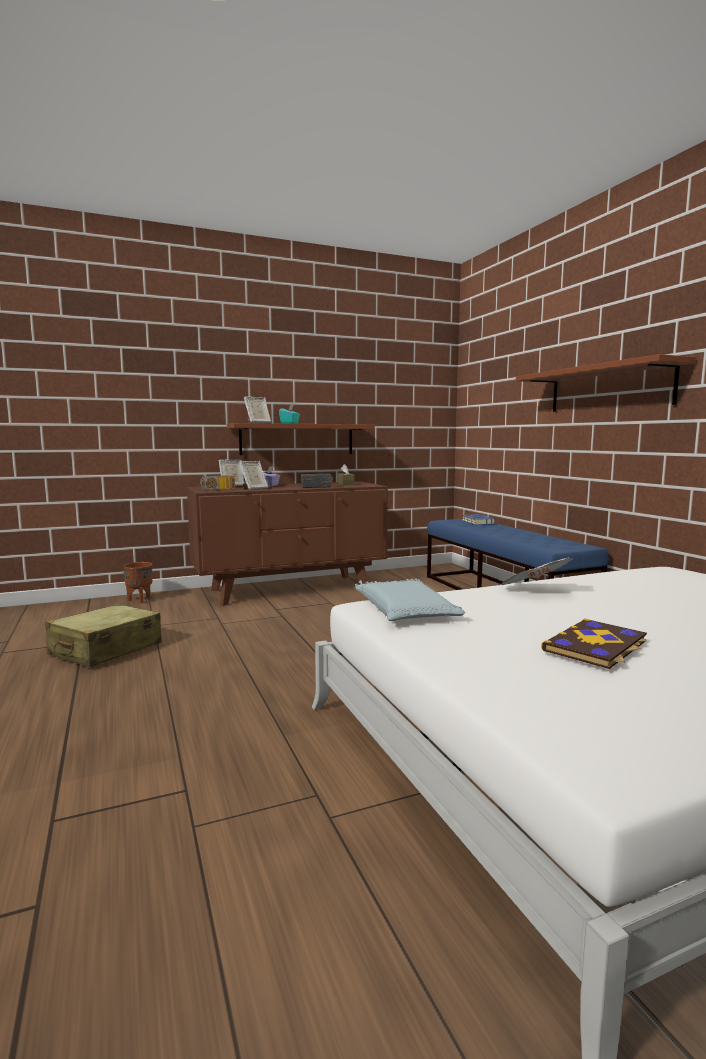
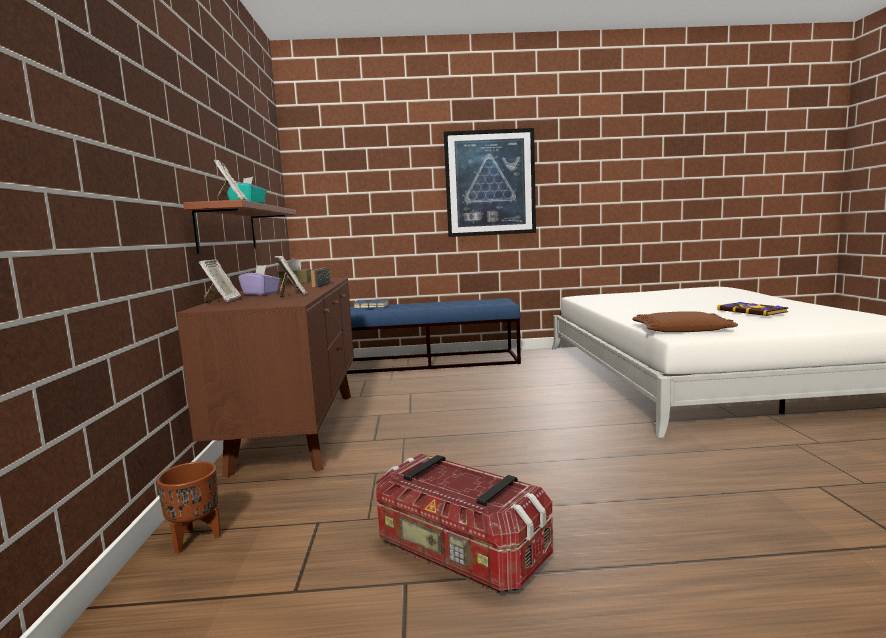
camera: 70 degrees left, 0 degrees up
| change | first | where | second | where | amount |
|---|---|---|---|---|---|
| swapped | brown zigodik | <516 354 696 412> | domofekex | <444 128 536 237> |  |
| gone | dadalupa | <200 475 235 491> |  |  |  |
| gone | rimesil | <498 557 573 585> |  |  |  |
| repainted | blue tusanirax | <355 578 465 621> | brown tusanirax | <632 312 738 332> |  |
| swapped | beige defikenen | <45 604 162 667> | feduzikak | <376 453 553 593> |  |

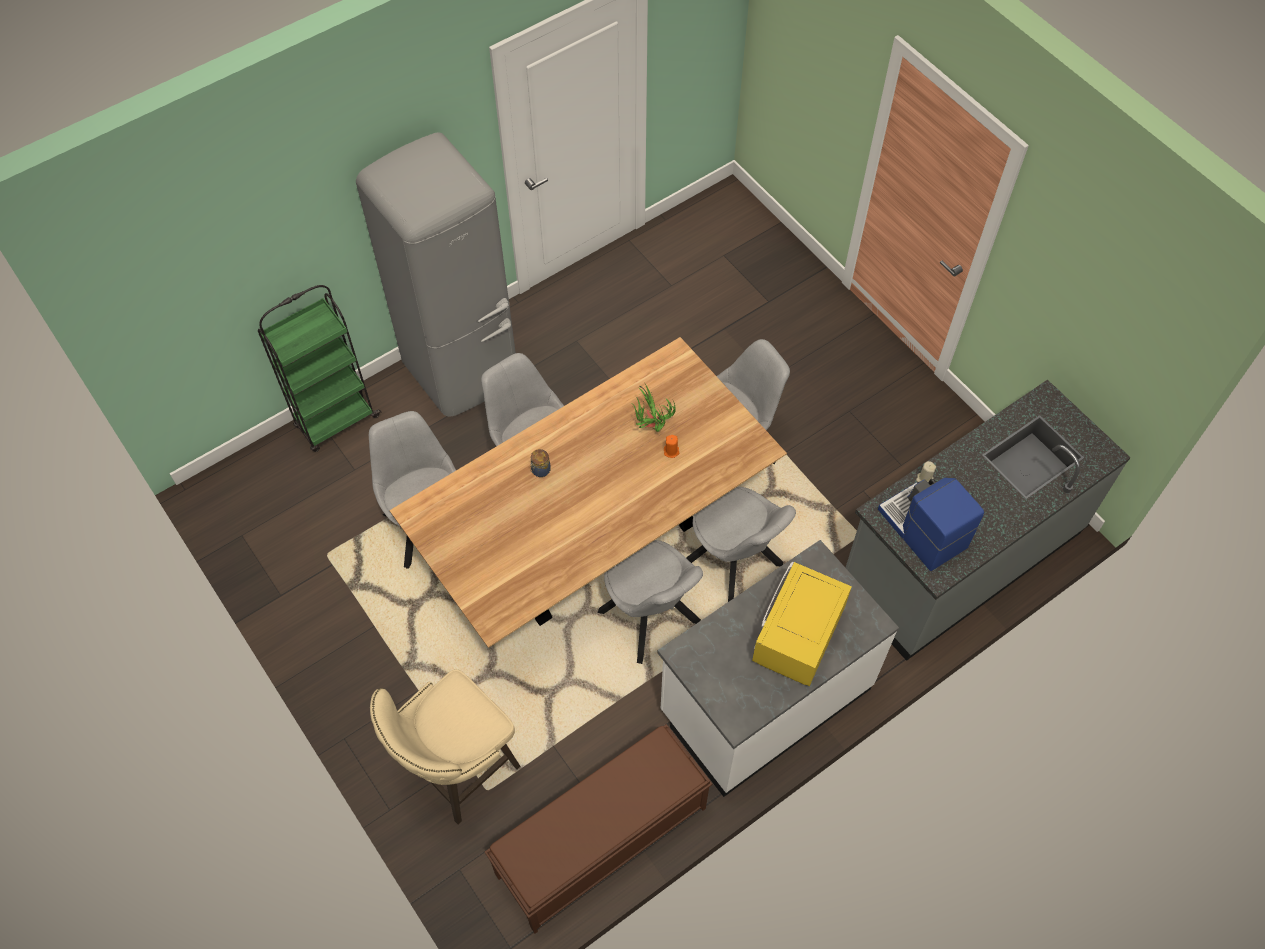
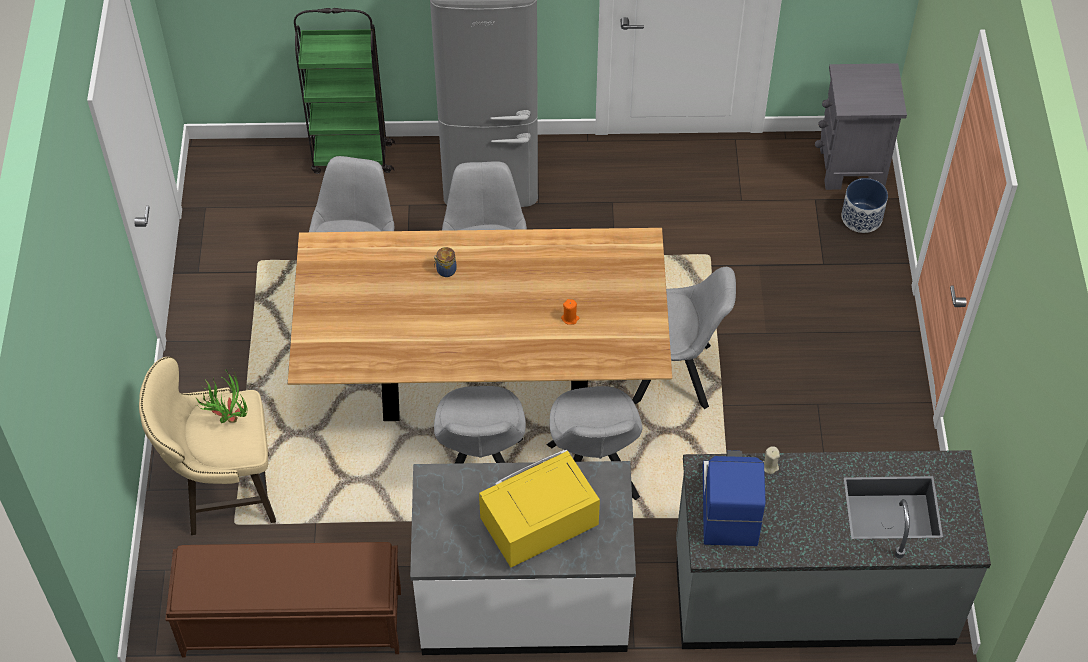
camera: 35 degrees right, 5 degrees down
| change | first | where | second | where | amount |
|---|---|---|---|---|---|
| shifted | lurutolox | <630 384 676 432> |  | <195 369 248 423> |  |
| new |  |  | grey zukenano | <815 63 907 190> |  |
| new |  |  | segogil | <841 178 888 233> |  |

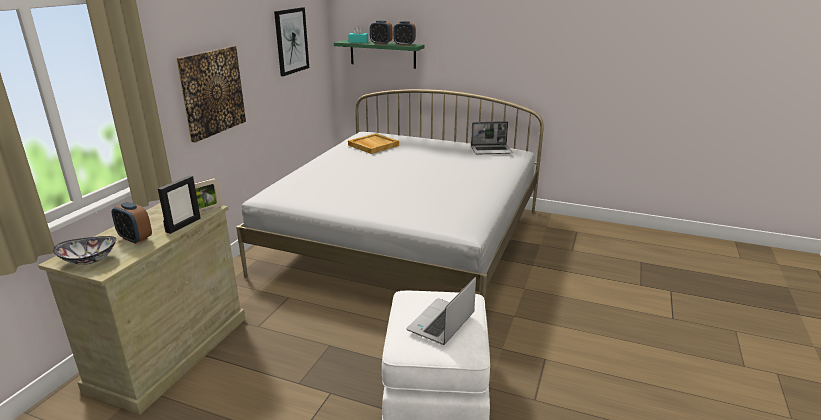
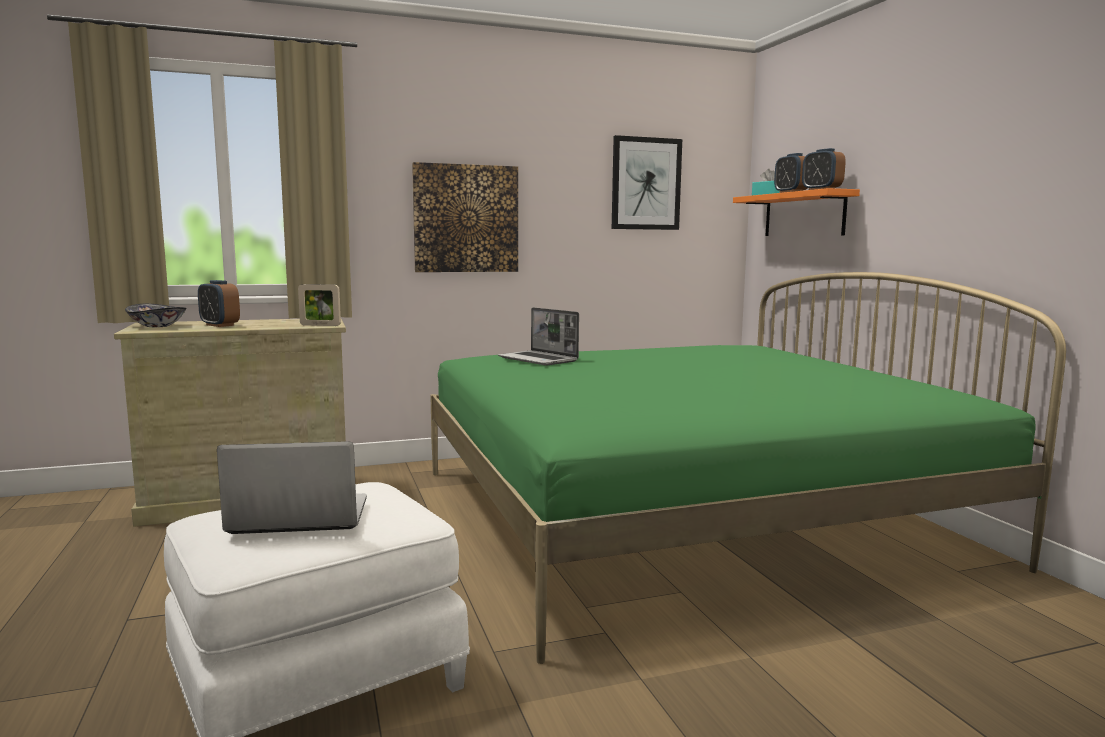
camera: 50 degrees right, 15 degrees down
| change | first | where | second | where | amount |
|---|---|---|---|---|---|
| repainted | green zigodik | <334 40 424 69> | orange zigodik | <733 188 860 236> |  |
| repainted | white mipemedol | <236 89 544 301> | green mipemedol | <430 272 1066 664> |  |
| shifted | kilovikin | <471 121 512 155> |  | <498 307 579 366> |  |
| gone | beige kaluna | <348 133 399 154> |  |  |  |
| gone | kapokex | <158 175 201 234> |  |  |  |
| rotated | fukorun | <112 202 152 244> |  | <198 280 240 327> | 45 degrees counterclockwise |

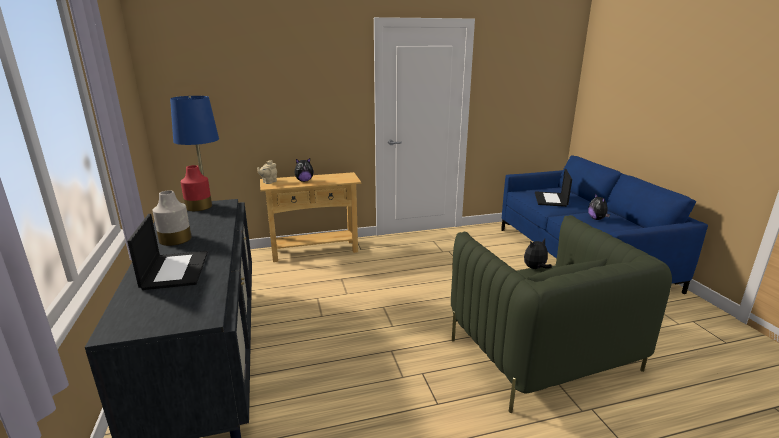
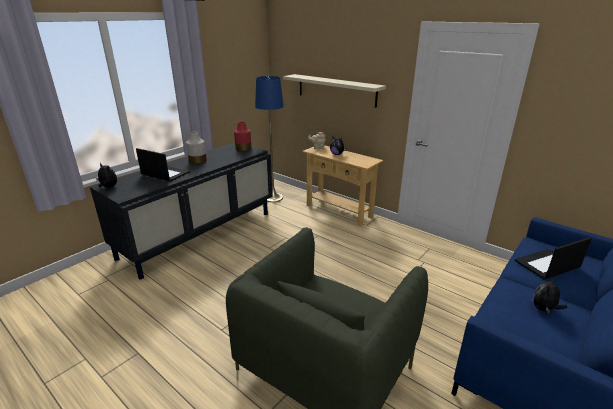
camera: 55 degrees right, 5 degrees up
| change | first | where | second | where | amount |
|---|---|---|---|---|---|
| rotated | kilovikin | <127 214 208 290> |  | <136 148 189 182> | 105 degrees counterclockwise |
| shifted | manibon | <524 239 552 269> |  | <96 163 117 188> |  |
| new |  |  | beige zigodik | <283 74 386 108> |  |

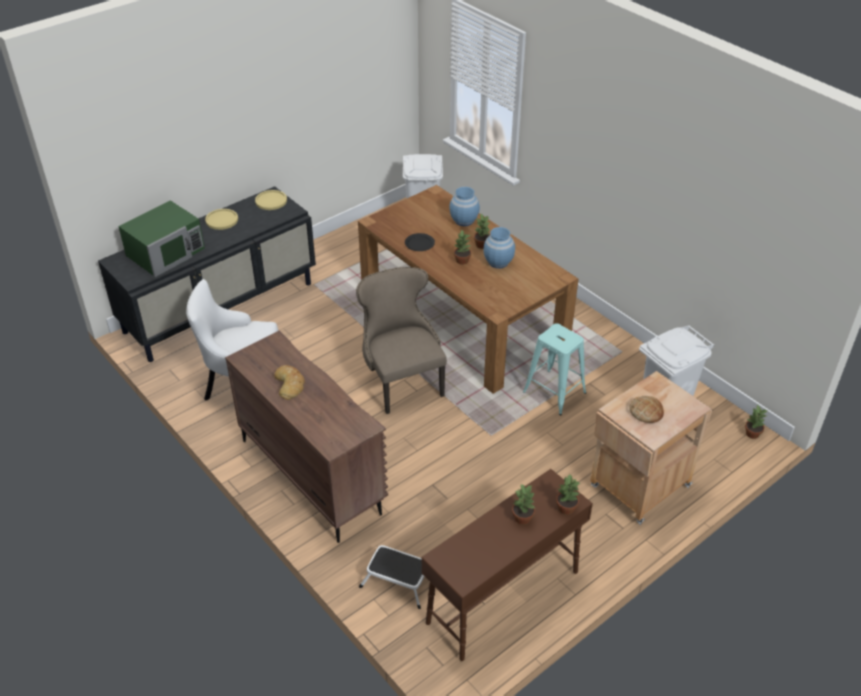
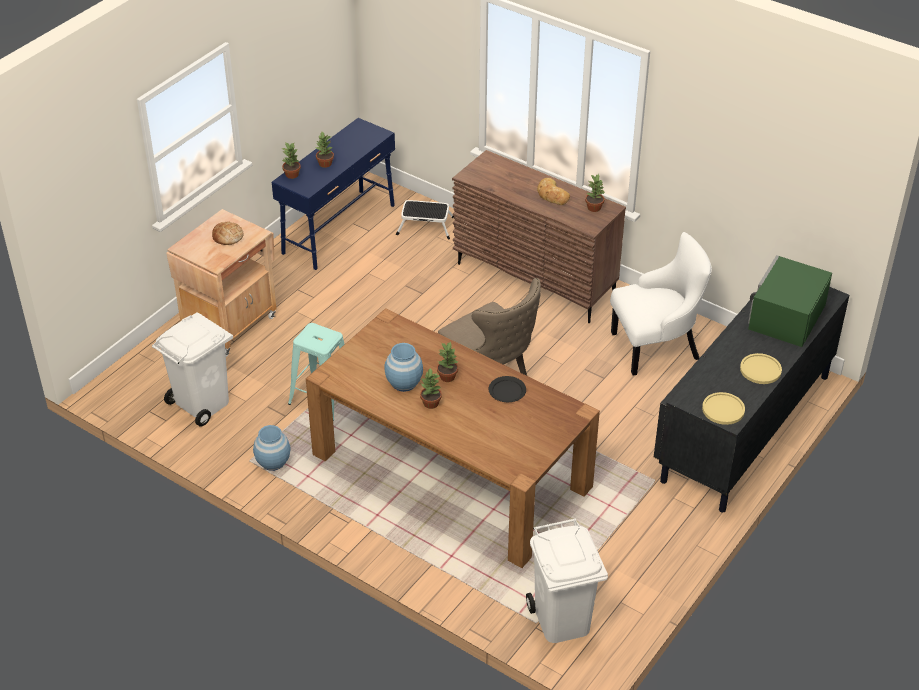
camera: 165 degrees right, 0 degrees up
| change | first | where | second | where | amount |
|---|---|---|---|---|---|
| shifted | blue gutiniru | <449 187 480 226> |  | <253 425 290 471> |  |
| shifted | lurutolox | <745 404 768 439> |  | <585 174 605 212> |  |
| repainted | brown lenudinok | <422 469 593 661> | blue lenudinok | <272 118 395 270> |  |

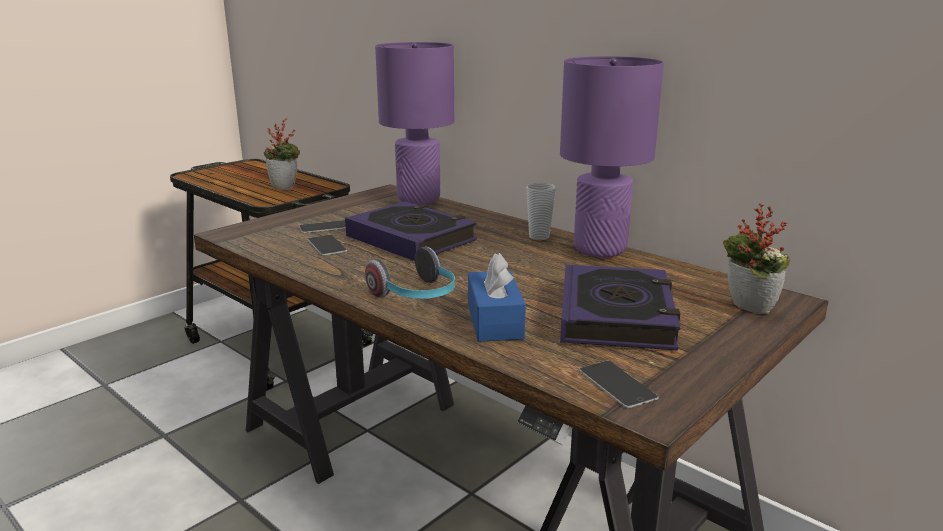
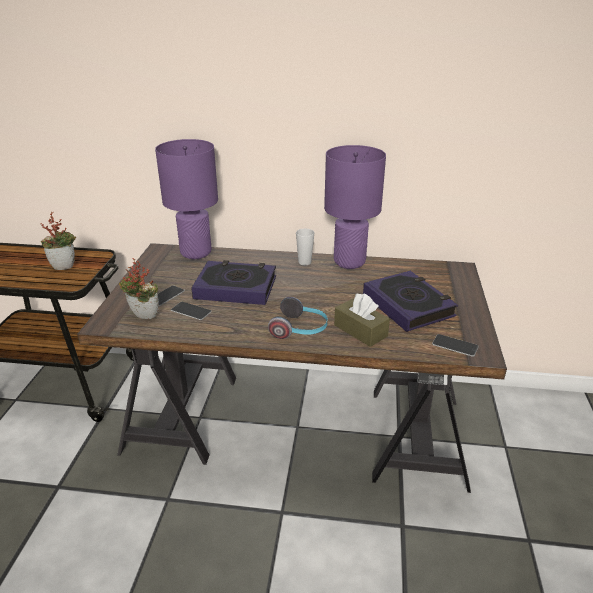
camera: 35 degrees left, 10 degrees up
| change | first | where | second | where | amount |
|---|---|---|---|---|---|
| shifted | lurutolox | <723 203 790 314> |  | <119 258 159 319> |  |
| repainted | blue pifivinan | <468 253 526 342> | brown pifivinan | <334 294 390 347> |  |

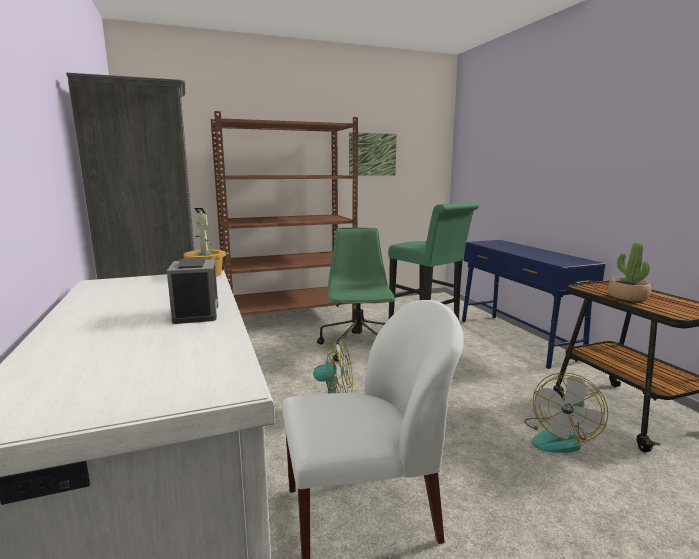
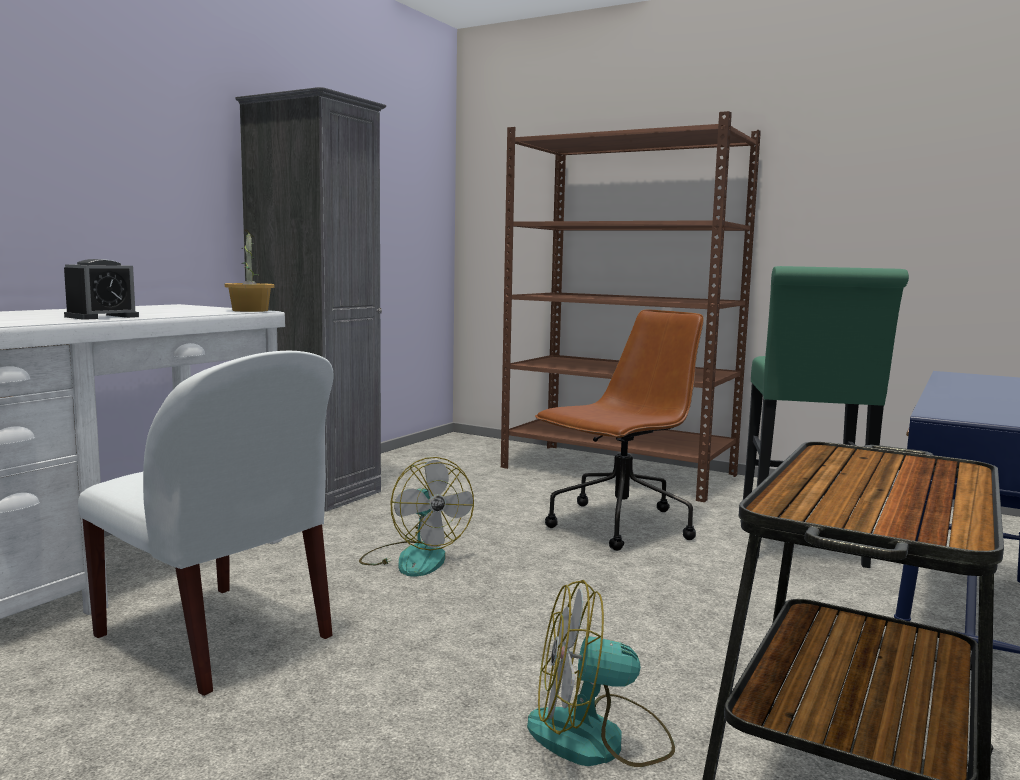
camera: 50 degrees right, 5 degrees down
| change | first | where | second | where | amount |
|---|---|---|---|---|---|
| gone | domofekex | <349 132 397 176> |  |  |  |
| repainted | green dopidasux | <317 228 395 362> | brown dopidasux | <535 309 704 551> |  |
| gone | lurutolox | <608 242 651 301> |  |  |  |

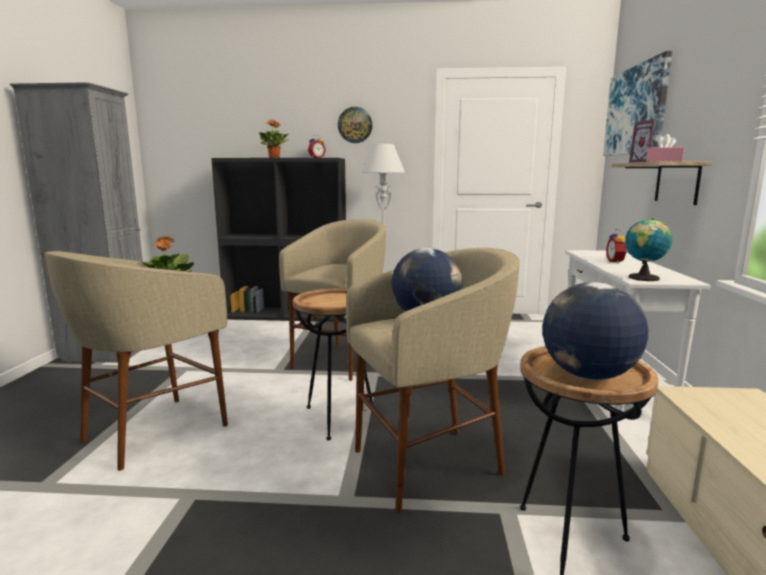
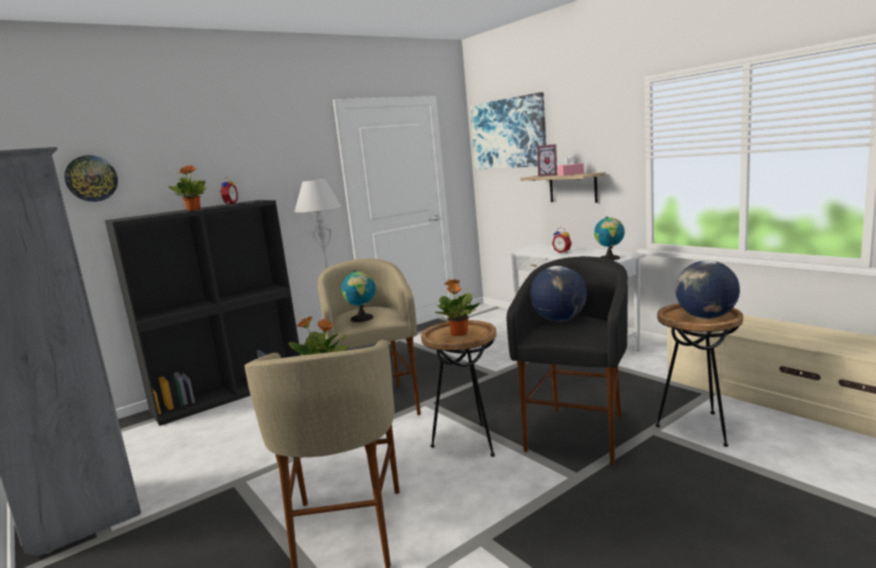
camera: 40 degrees left, 0 degrees up
| change | first | where | second | where | amount |
|---|---|---|---|---|---|
| shifted | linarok | <338 107 372 143> |  | <64 155 118 202> |  |
| repainted | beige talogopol | <346 248 520 513> | black talogopol | <507 256 628 465> |  |
| new |  |  | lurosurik | <341 270 376 322> |  |
| new |  |  | lurutolox | <435 279 480 336> |  |

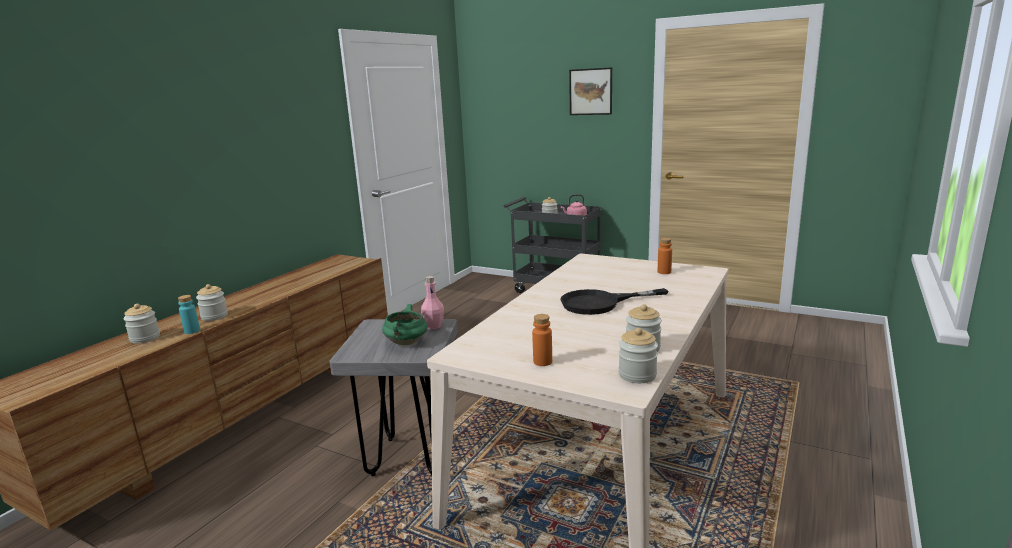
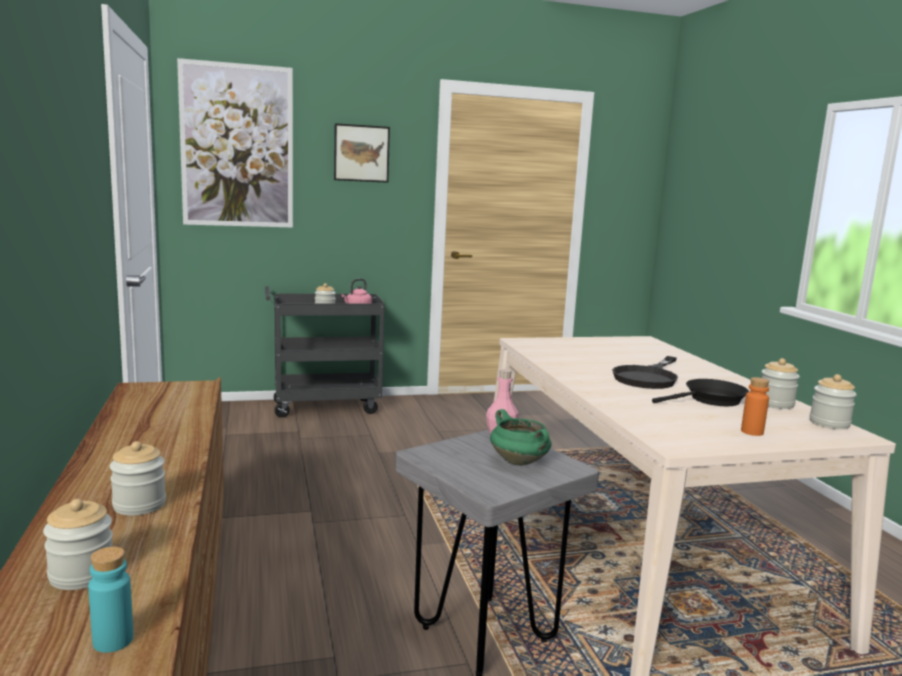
camera: 45 degrees left, 5 degrees down
| change | first | where | second | where | amount |
|---|---|---|---|---|---|
| gone | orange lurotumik | <658 238 672 274> |  |  |  |
| shifted | turquoise lurotumik | <178 295 200 334> |  | <88 547 133 653> |  |
| new |  |  | domofekex | <177 58 293 228> |  |
| new |  |  | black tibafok | <652 379 749 406> |  |

